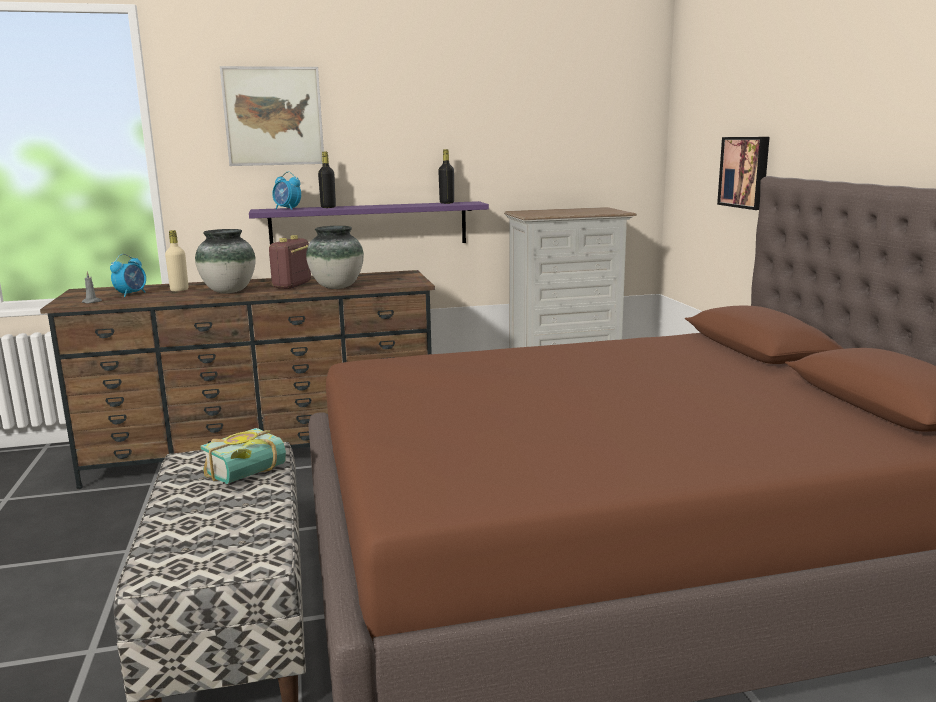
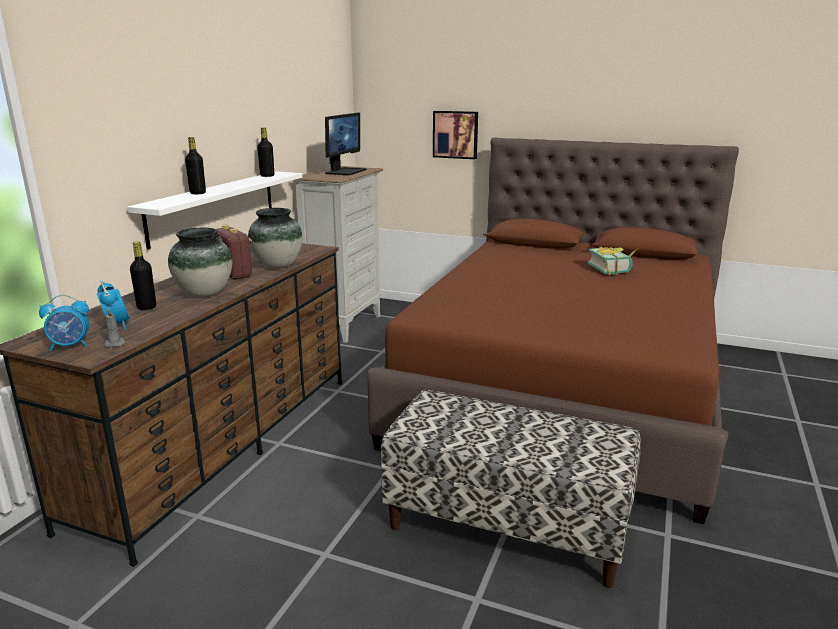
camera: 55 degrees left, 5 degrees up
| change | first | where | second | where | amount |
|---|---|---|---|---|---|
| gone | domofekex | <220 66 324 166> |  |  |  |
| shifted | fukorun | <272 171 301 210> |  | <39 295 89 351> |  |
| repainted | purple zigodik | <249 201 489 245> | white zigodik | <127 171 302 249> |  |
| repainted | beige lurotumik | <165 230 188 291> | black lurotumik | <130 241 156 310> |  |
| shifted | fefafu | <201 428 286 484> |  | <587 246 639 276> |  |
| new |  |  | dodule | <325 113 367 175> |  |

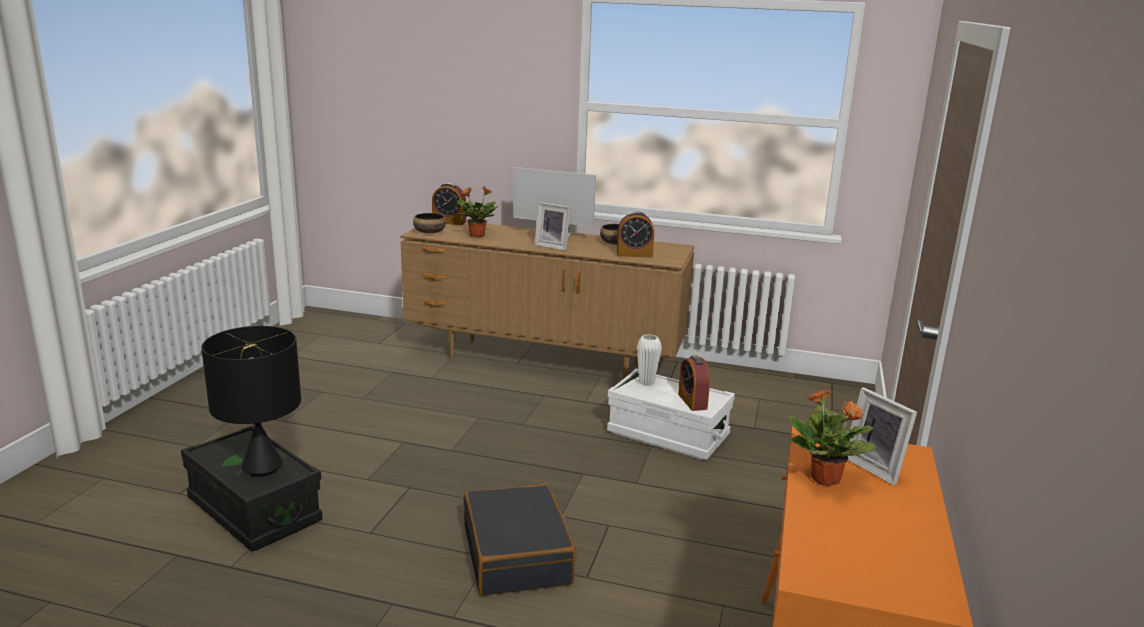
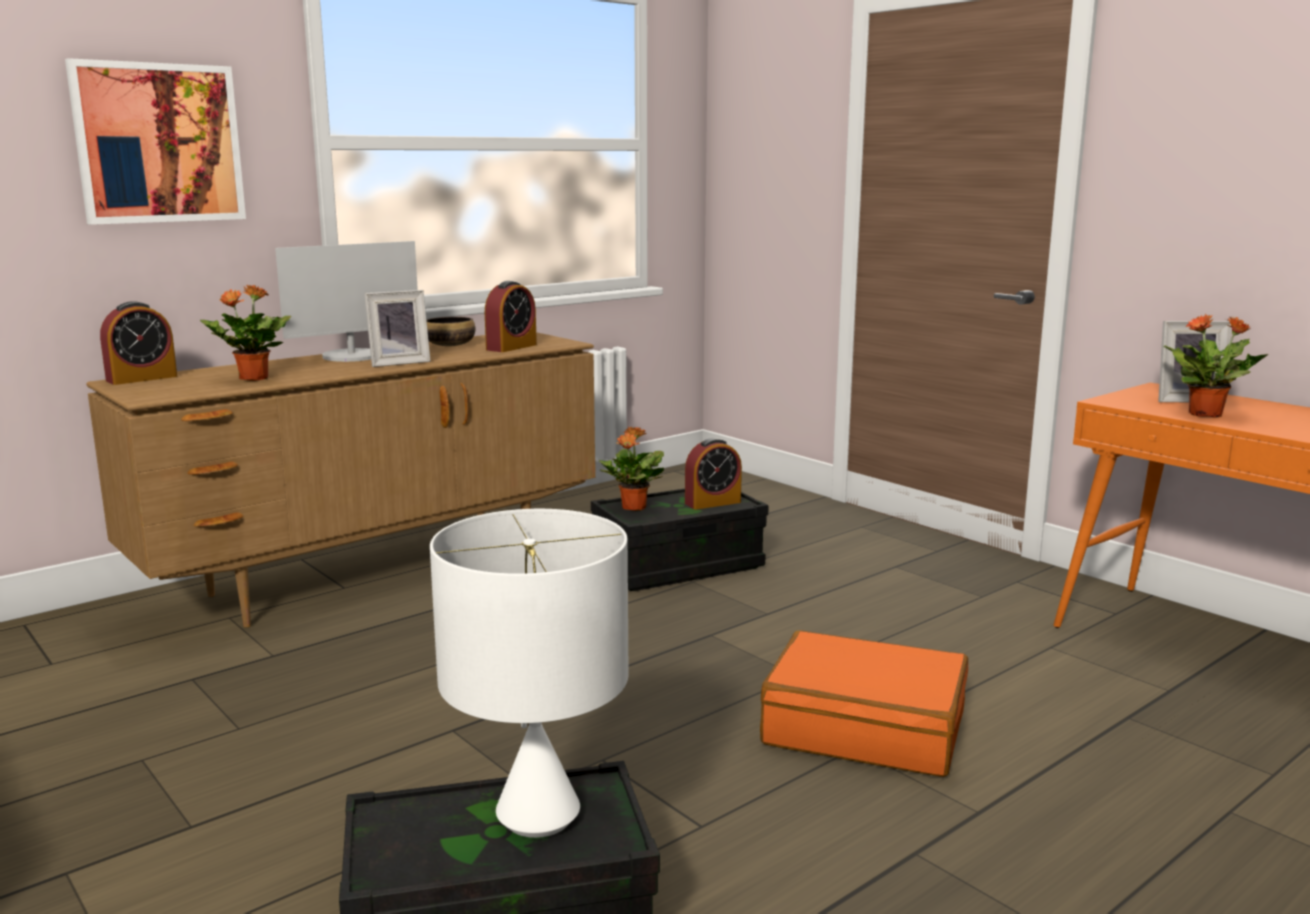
camera: 55 degrees left, 5 degrees down
| change | first | where | second | where | amount |
|---|---|---|---|---|---|
| gone | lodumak | <413 213 446 233> |  |  |  |
| repainted | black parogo | <201 326 301 477> | white parogo | <430 509 628 838> |  |
| swapped | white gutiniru | <637 334 662 386> | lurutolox | <599 426 664 511> |  |
| rotated | fukorun | <678 355 710 411> |  | <685 438 742 510> | 45 degrees counterclockwise |
| repainted | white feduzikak | <607 369 735 460> | black feduzikak | <591 489 768 591> |  |
| repainted | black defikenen | <463 484 576 596> | orange defikenen | <760 630 968 777> |  |
| new |  |  | domofekex | <65 58 246 225> |  |

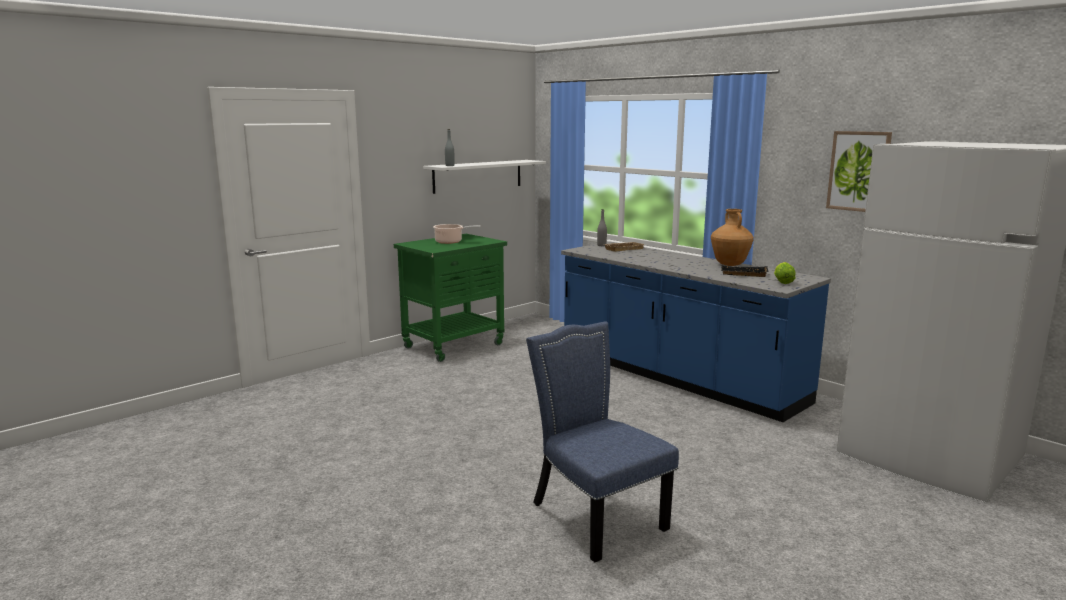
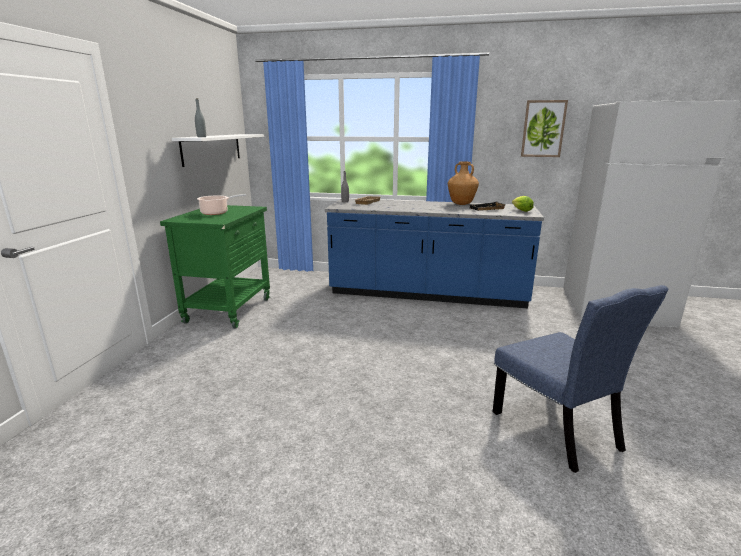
camera: 35 degrees left, 5 degrees up
| change | first | where | second | where | amount |
|---|---|---|---|---|---|
| rotated | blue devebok | <526 321 679 562> |  | <493 285 668 473> | 135 degrees counterclockwise |

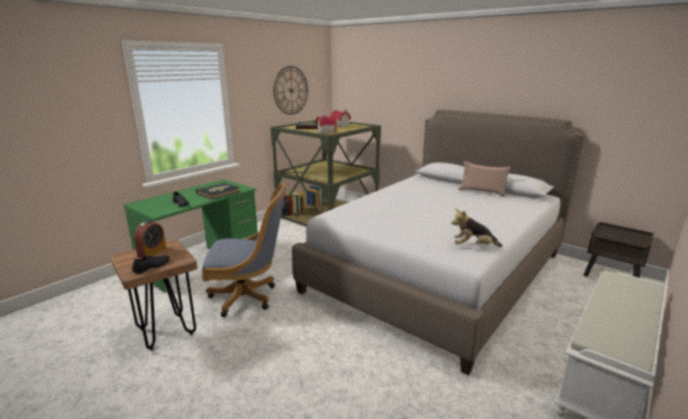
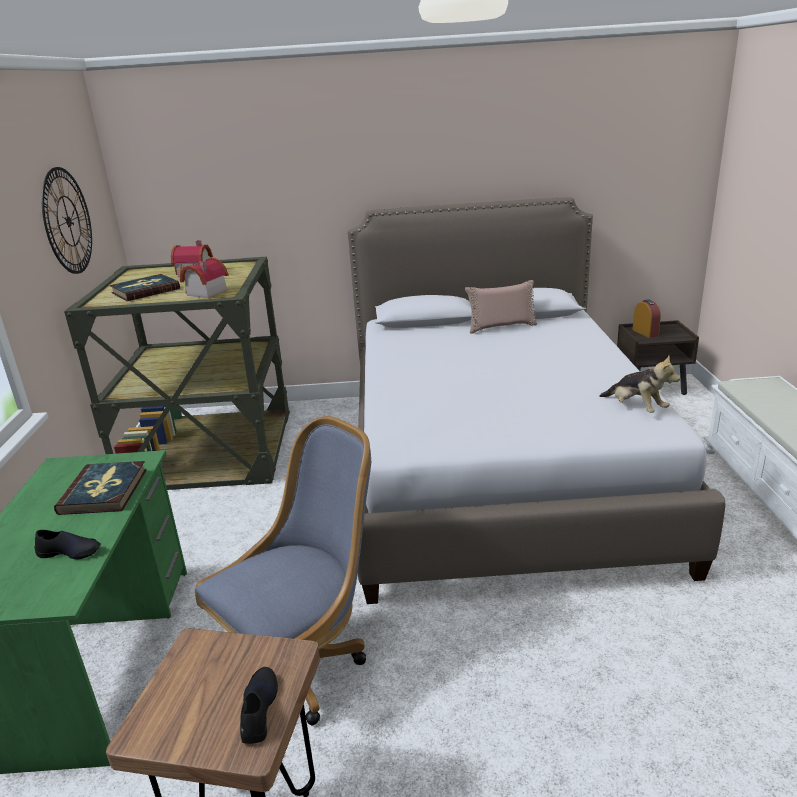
camera: 40 degrees left, 5 degrees up
| change | first | where | second | where | amount |
|---|---|---|---|---|---|
| rotated | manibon | <451 208 502 247> |  | <599 356 680 413> | 90 degrees counterclockwise |
| shifted | fukorun | <134 220 166 258> |  | <632 299 661 338> |  |

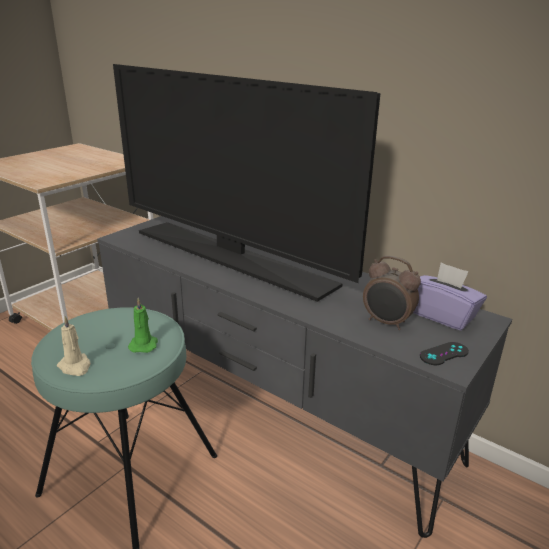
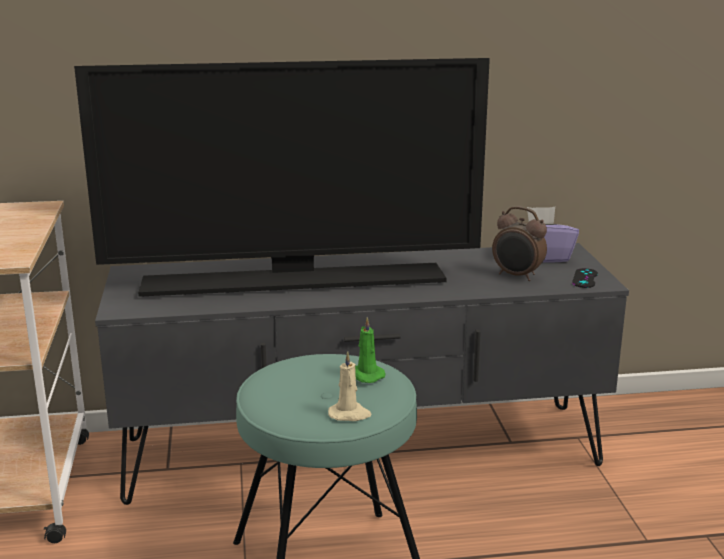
camera: 45 degrees left, 5 degrees down
| change | first | where | second | where | amount |
|---|---|---|---|---|---|
| rotated | fukorun | <363 256 421 330> |  | <492 206 547 281> | 45 degrees clockwise |

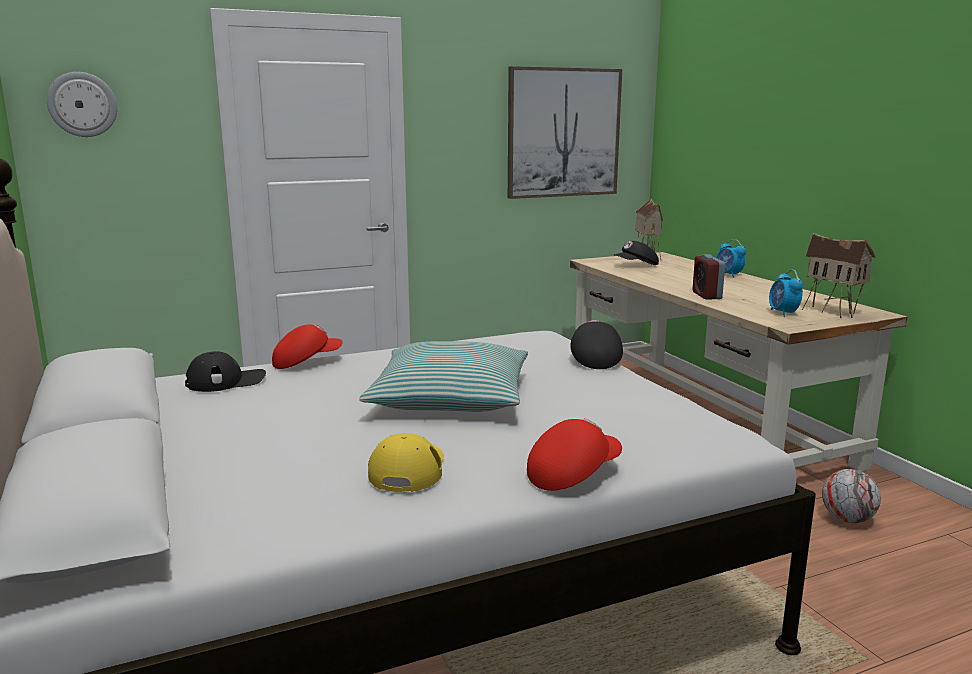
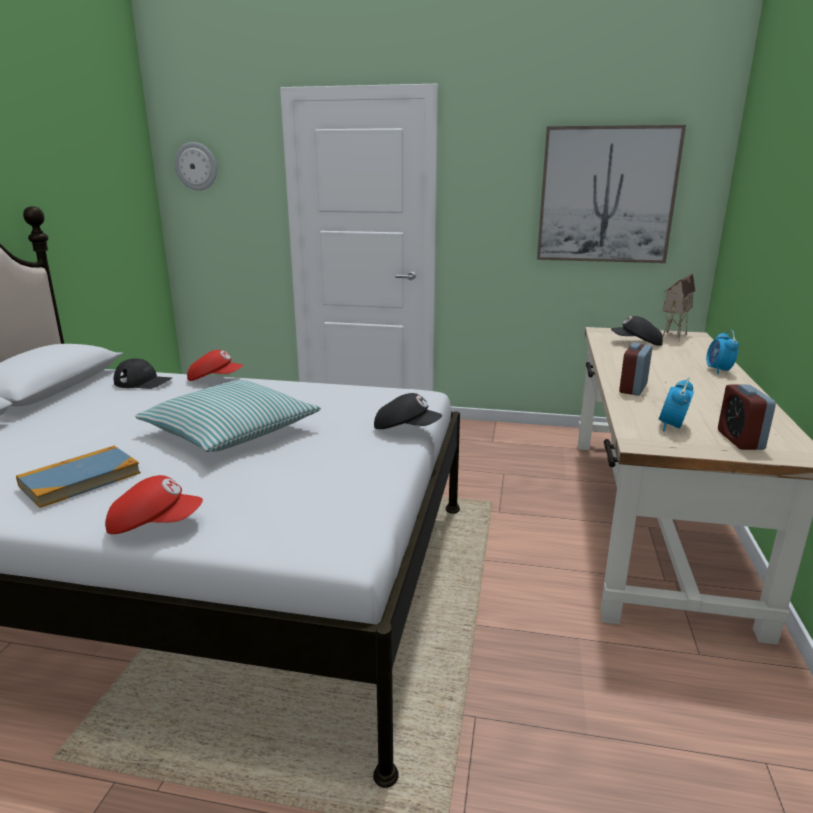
camera: 35 degrees right, 5 degrees up
| change | first | where | second | where | amount |
|---|---|---|---|---|---|
| swapped | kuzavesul | <802 233 876 318> | fukorun | <718 385 776 450> |  |
| rotated | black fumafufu | <570 320 623 369> |  | <374 393 442 429> | 75 degrees clockwise |
| swapped | yellow fumafufu | <368 433 444 492> | fefafu | <16 446 140 508> |  |
| gone | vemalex | <822 469 881 523> |  |  |  |

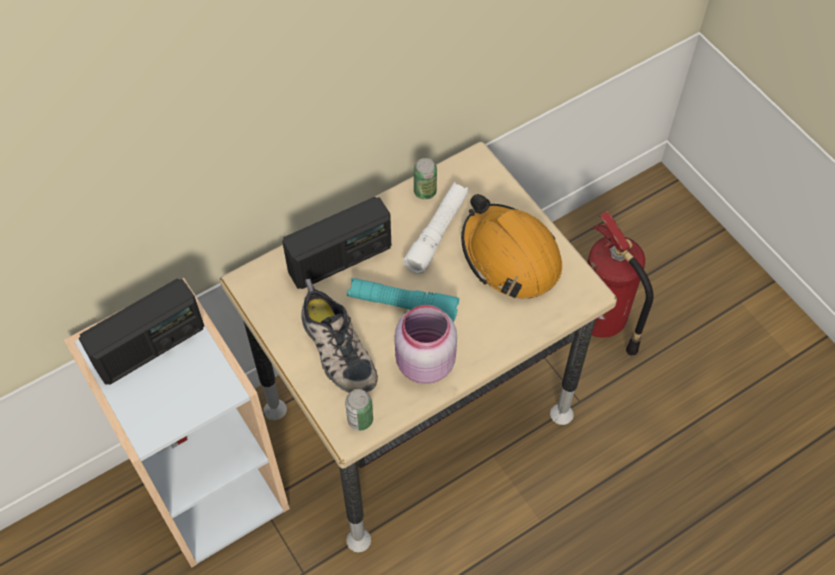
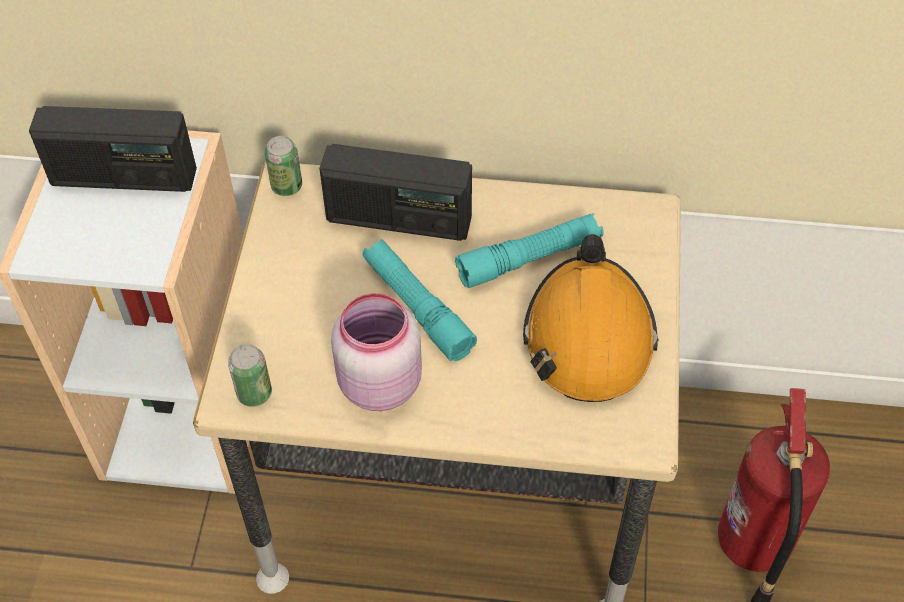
camera: 40 degrees right, 5 degrees down
| change | first | where | second | where | amount |
|---|---|---|---|---|---|
| shifted | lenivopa | <414 158 437 200> |  | <265 136 302 196> |  |
| repainted | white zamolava | <403 182 469 274> | turquoise zamolava | <455 213 604 288> |  |
| gone | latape | <301 279 378 393> |  |  |  |

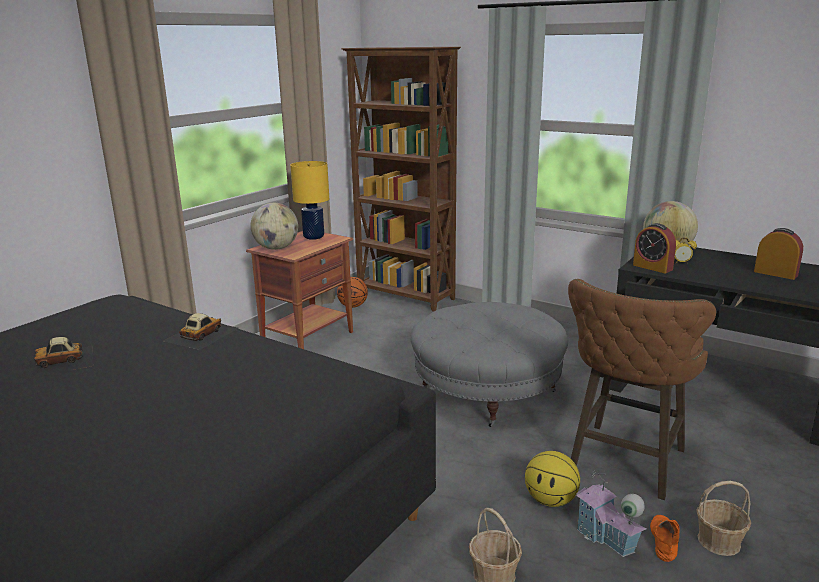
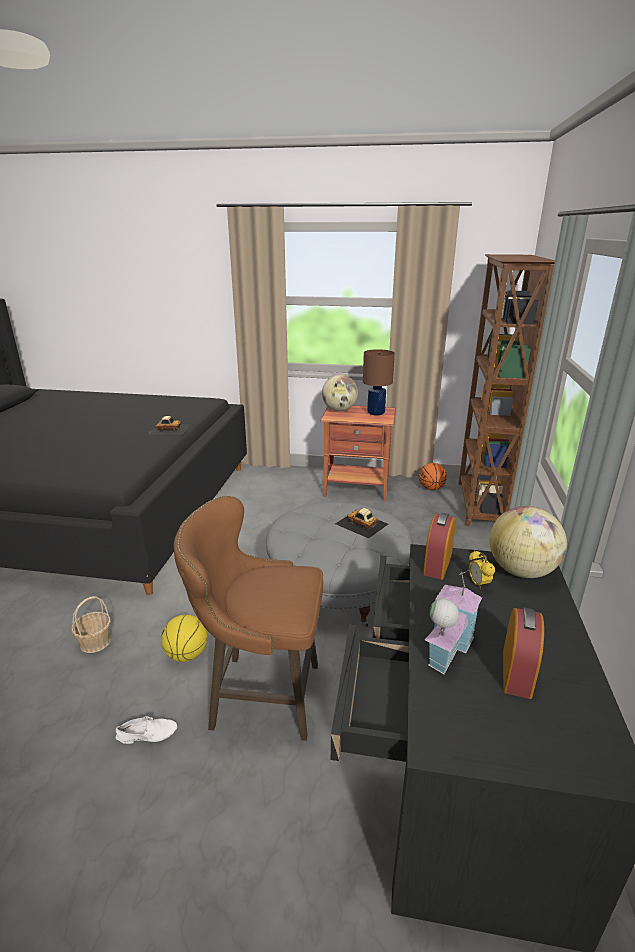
camera: 65 degrees right, 5 degrees up
| change | first | where | second | where | amount |
|---|---|---|---|---|---|
| repainted | yellow parogo | <290 161 329 240> | brown parogo | <363 349 395 416> |  |
| shifted | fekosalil | <23 337 93 379> |  | <335 508 389 539> |  |
| shifted | kuzavesul | <576 471 646 557> |  | <425 571 482 674> |  |
| gone | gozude | <697 481 751 556> |  |  |  |
| repainted | orange latape | <650 515 680 562> | white latape | <116 716 177 744> |  |

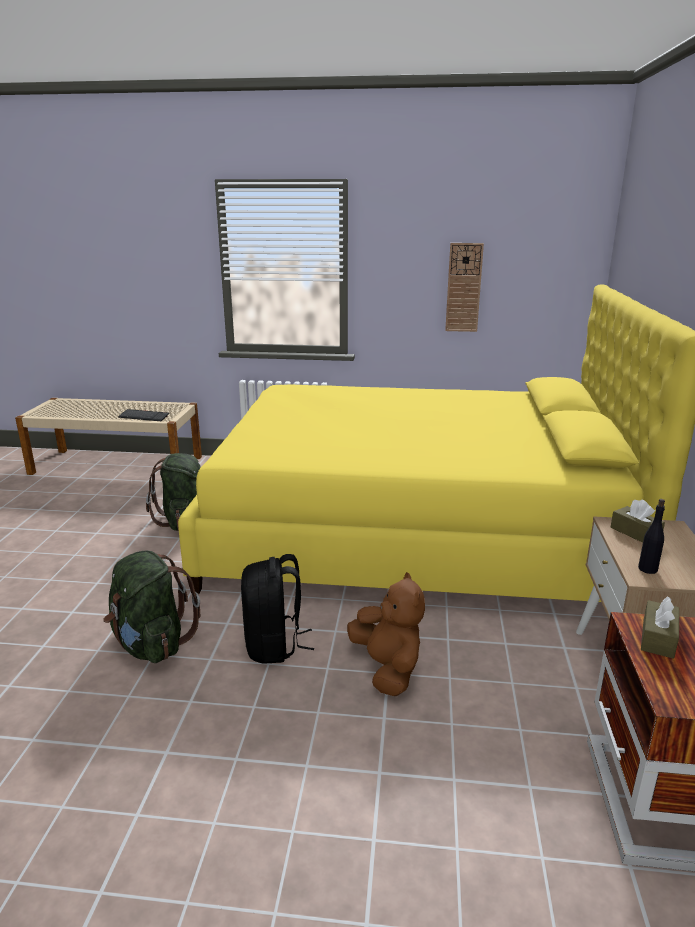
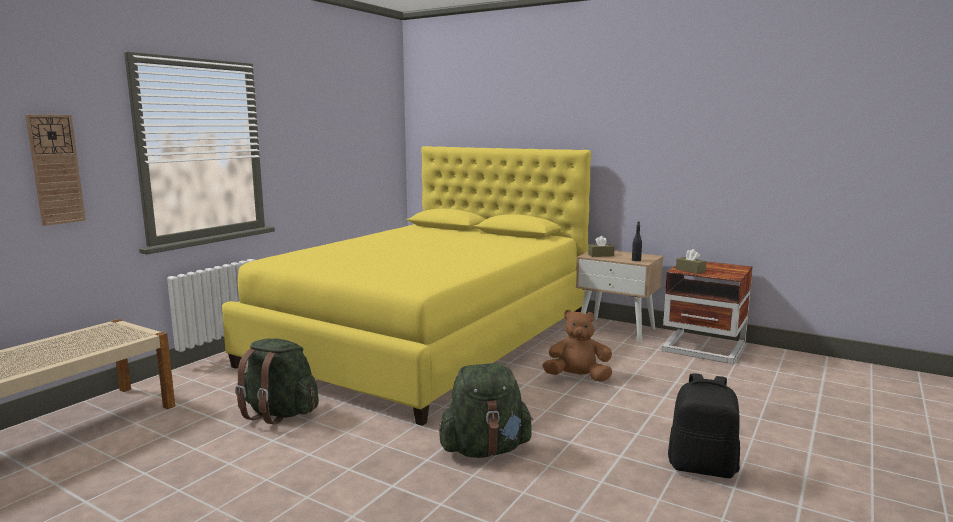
camera: 65 degrees left, 10 degrees down
| change | first | where | second | where | amount |
|---|---|---|---|---|---|
| shifted | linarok | <445 243 484 332> |  | <25 114 86 226> |  |
| gone | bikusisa | <118 409 169 421> |  |  |  |
| shifted | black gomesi | <241 554 314 664> |  | <668 373 740 478> |  |

